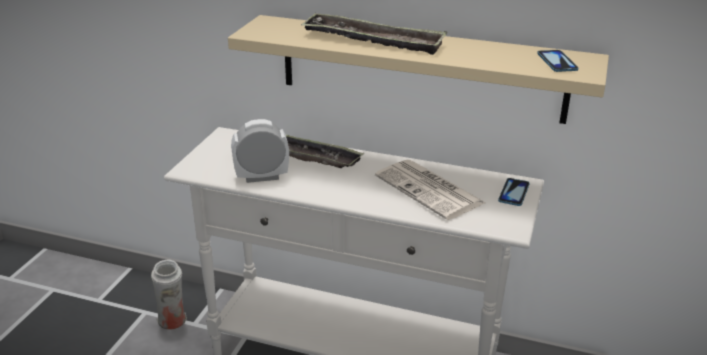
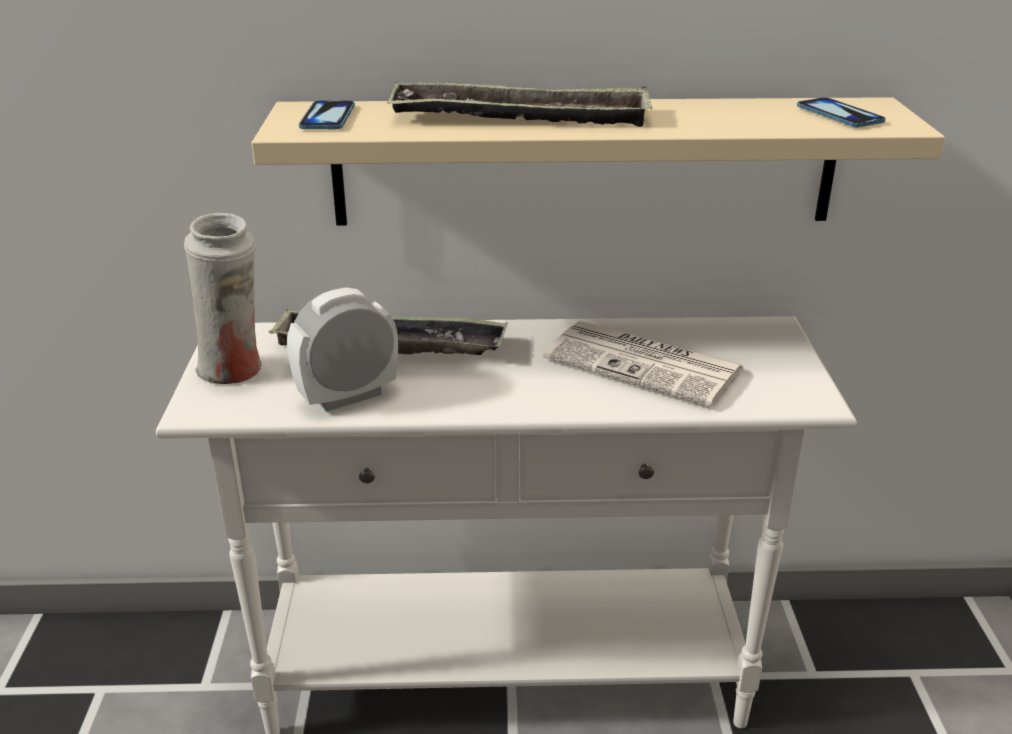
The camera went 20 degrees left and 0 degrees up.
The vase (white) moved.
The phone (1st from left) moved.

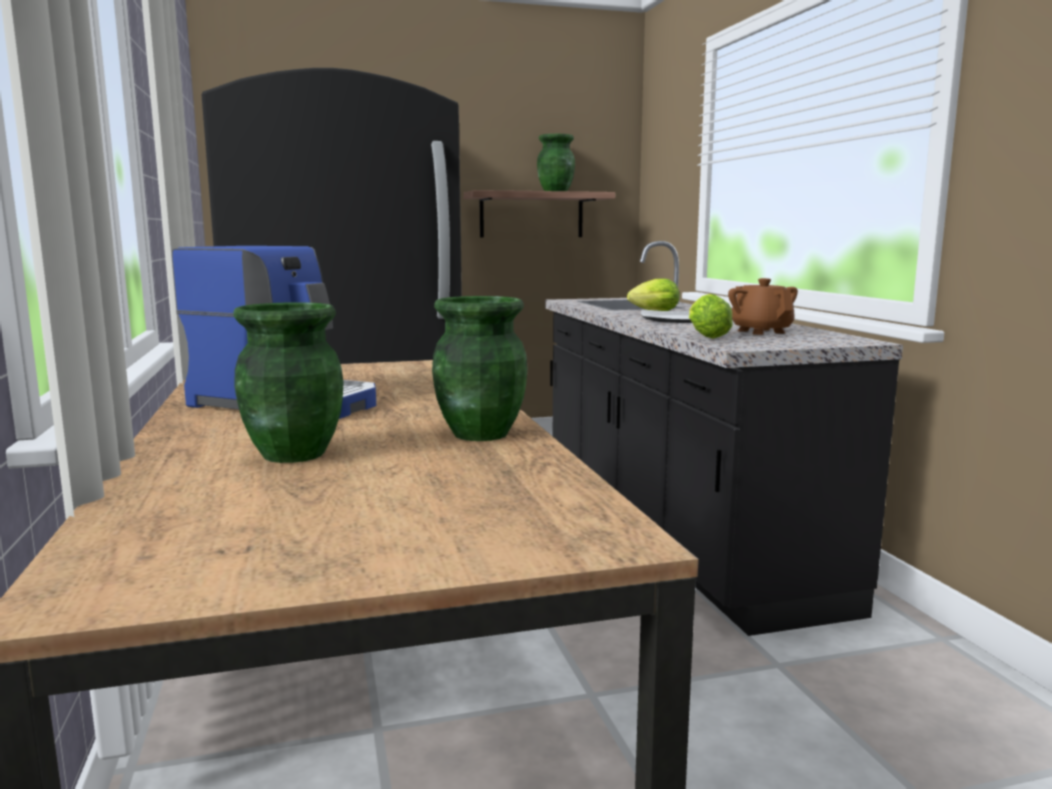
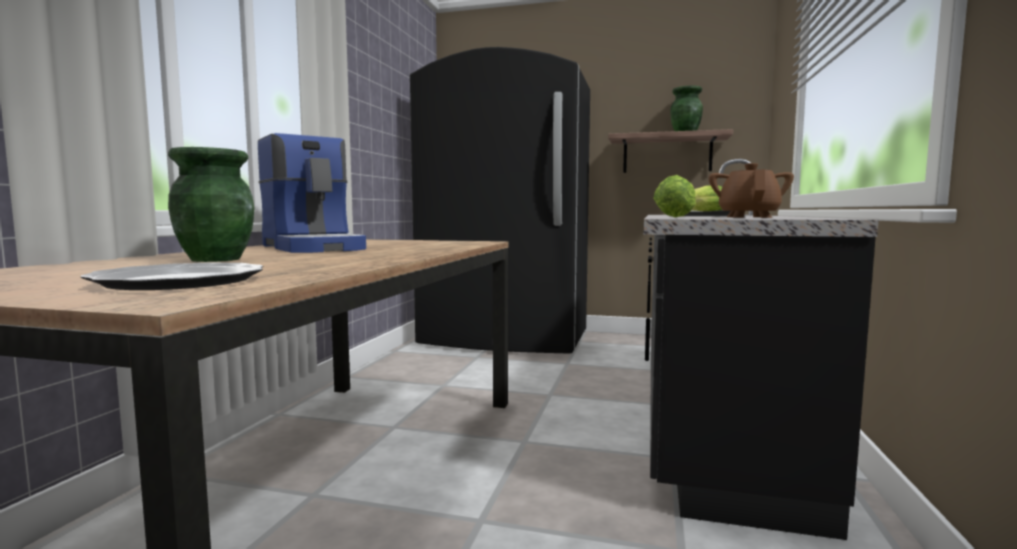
The camera went 30 degrees right and 5 degrees down.
The vase (green) (2nd from left) disappeared.
The plate (1st from left) appeared.

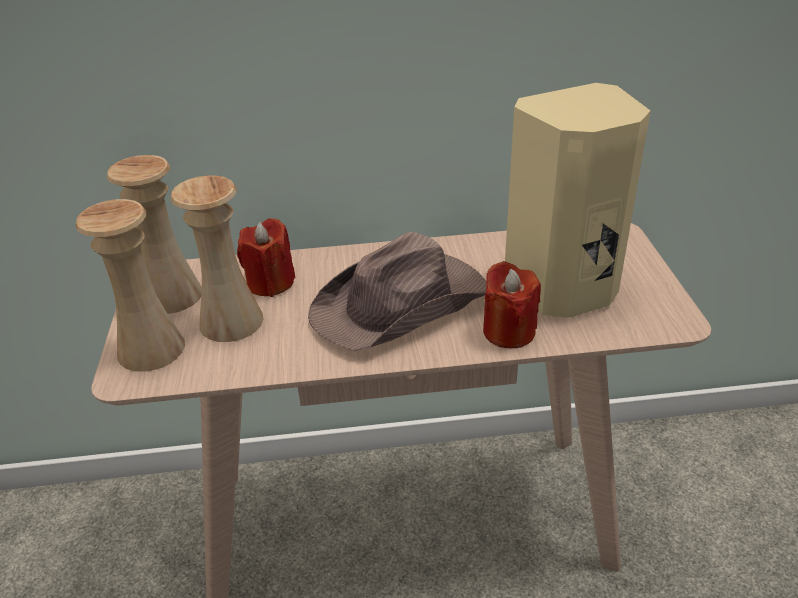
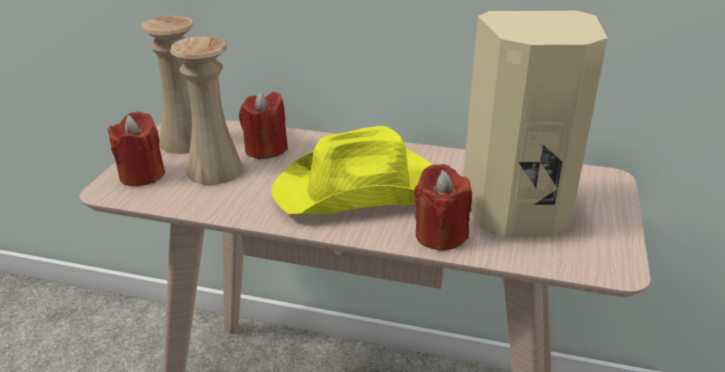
The camera went 20 degrees right and 5 degrees down.
The vase (sand-coloured) (1st from left) was replaced by the wax candle (reddish) (1st from left).
The wearable hat (brownish) became the wearable hat (yellow).

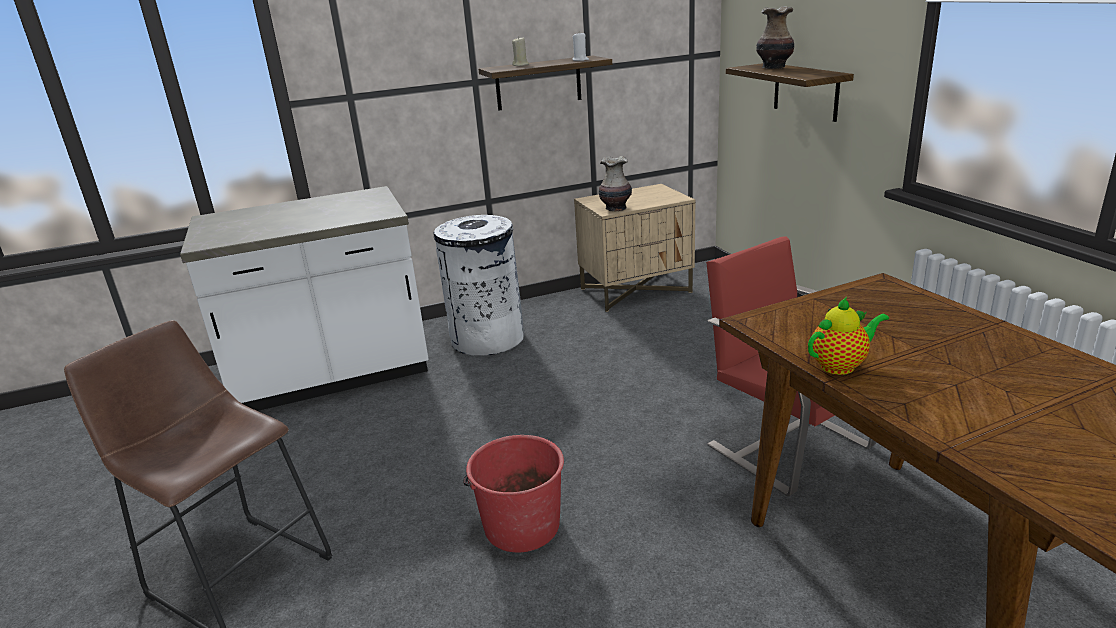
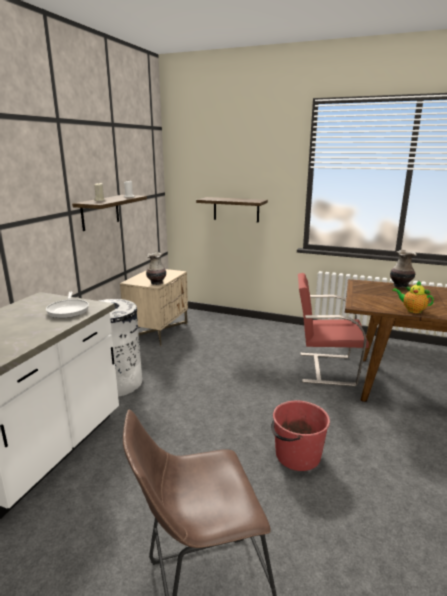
The camera went 50 degrees left and 5 degrees down.
The frying pan appeared.
The vase (2nd from left) moved.
The tea pot turned 75 degrees counterclockwise.

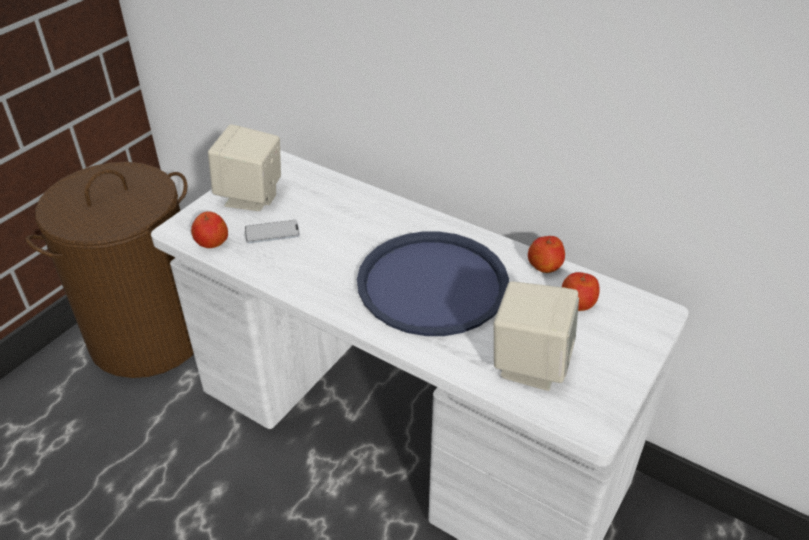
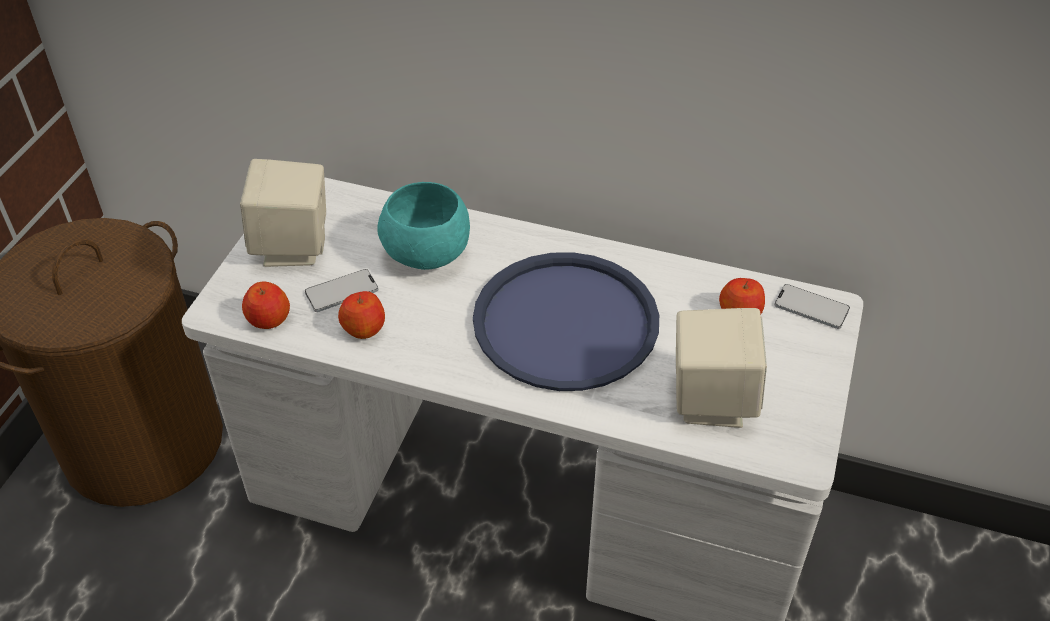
The camera went 15 degrees left and 5 degrees up.
The deep dish (turquoise-coloured) appeared.
The phone (2nd from left) appeared.
The apple (2nd from left) moved.

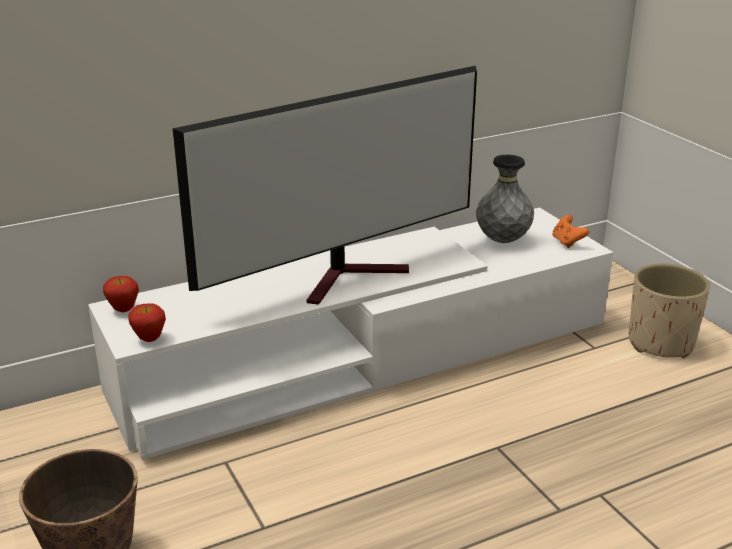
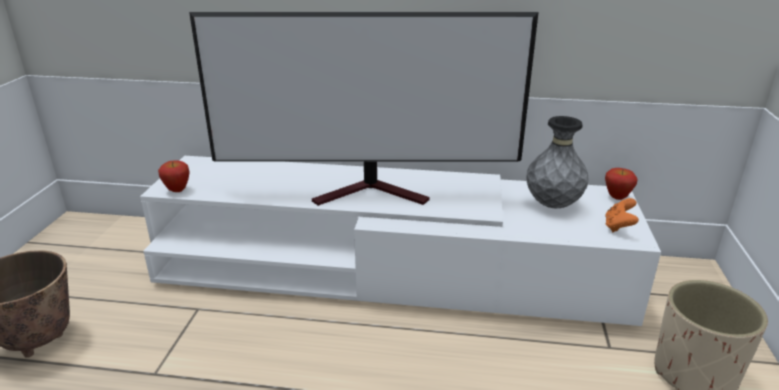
The camera went 35 degrees right and 0 degrees up.
The apple (1st from left in the first image) moved.

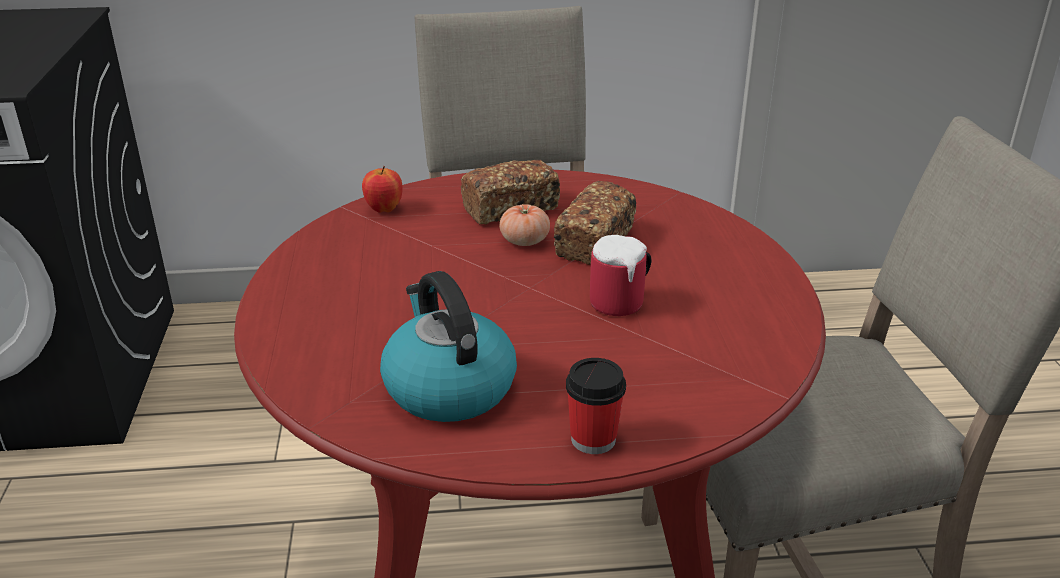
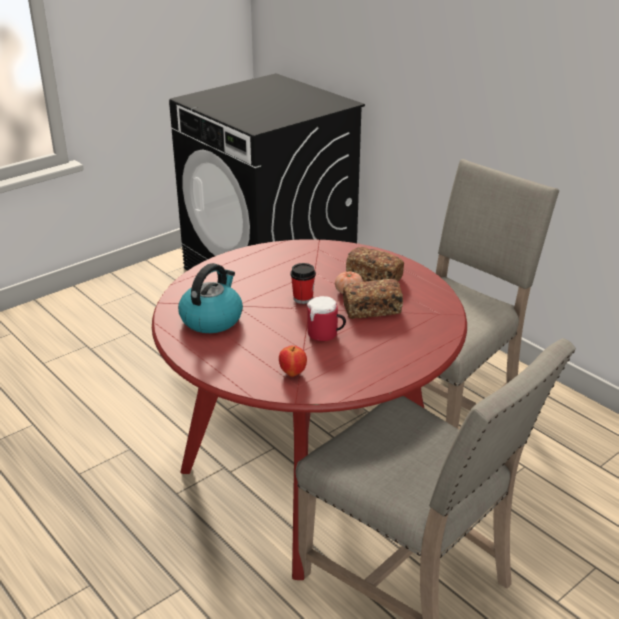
The camera went 55 degrees right and 0 degrees up.
The apple moved.
The small cup moved.

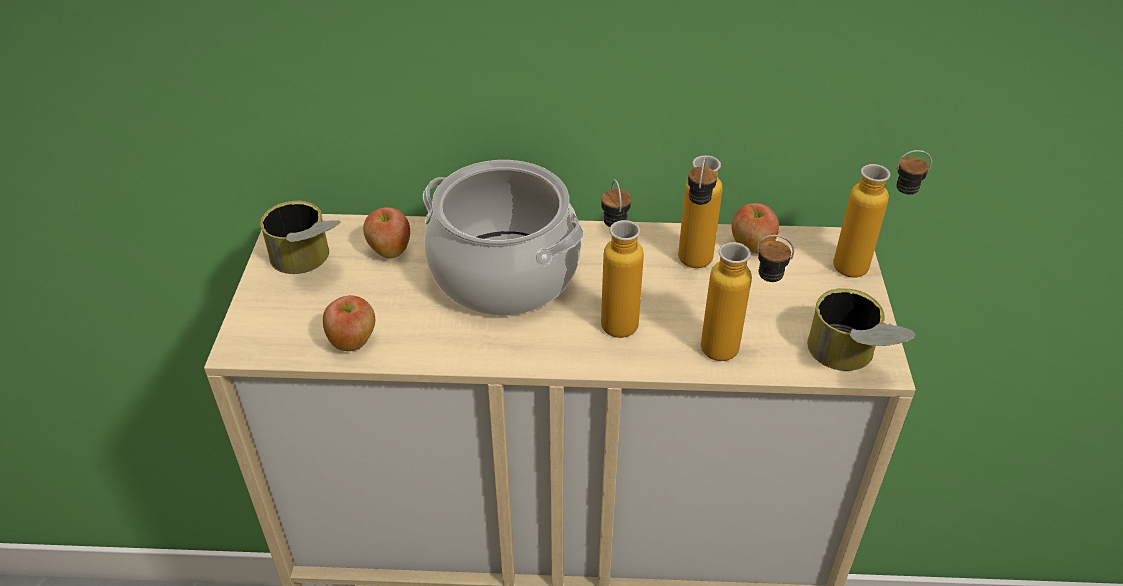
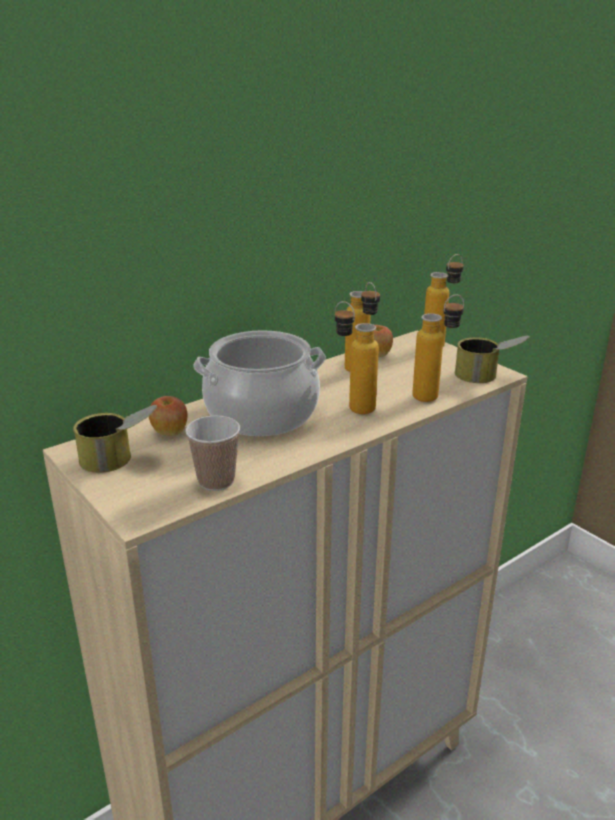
The camera went 40 degrees left and 15 degrees down.
The apple (1st from left) was replaced by the small cup.

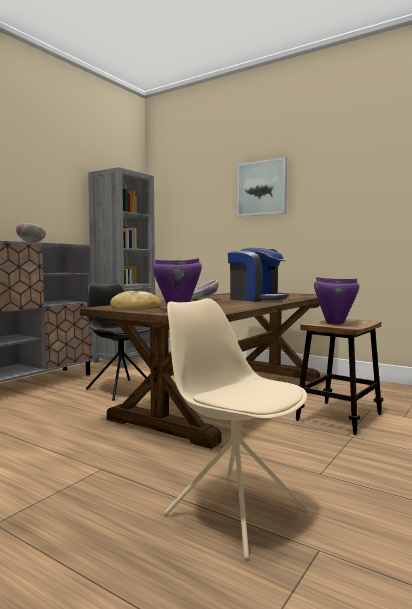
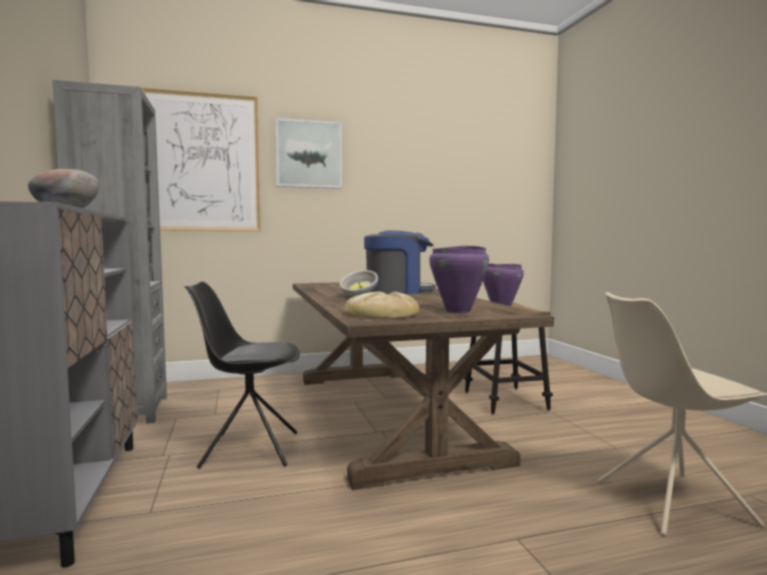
The camera went 50 degrees left and 0 degrees up.
The picture (1st from left) appeared.

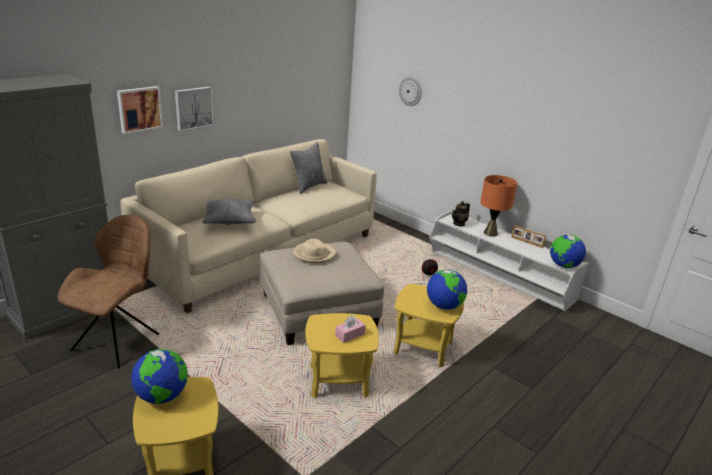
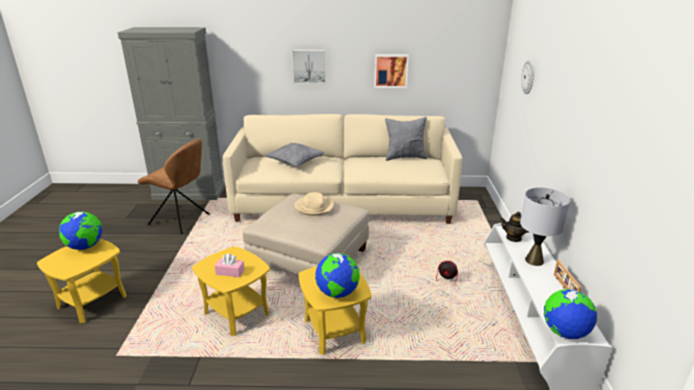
The camera went 50 degrees right and 0 degrees up.
The picture (1st from left in the first image) moved.
The tabletop lamp (orange-coloured) became the tabletop lamp (greyish).
The plain chair (brownish) turned 45 degrees clockwise.

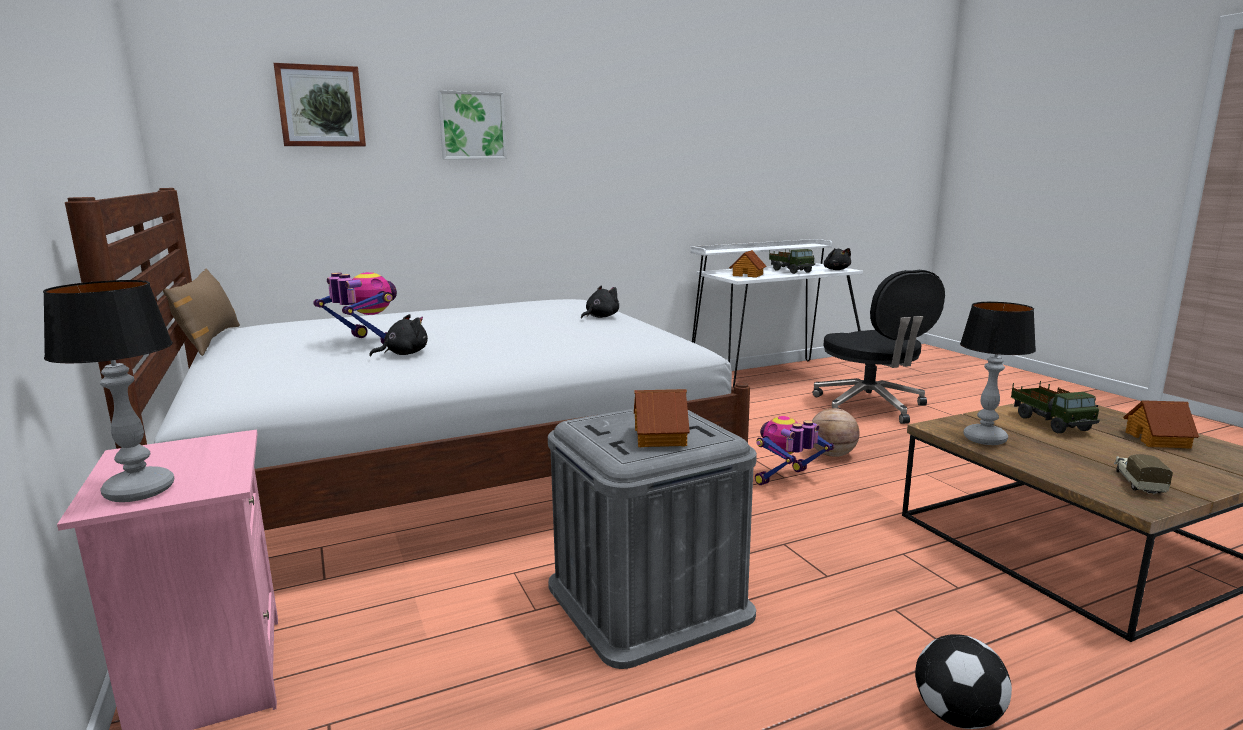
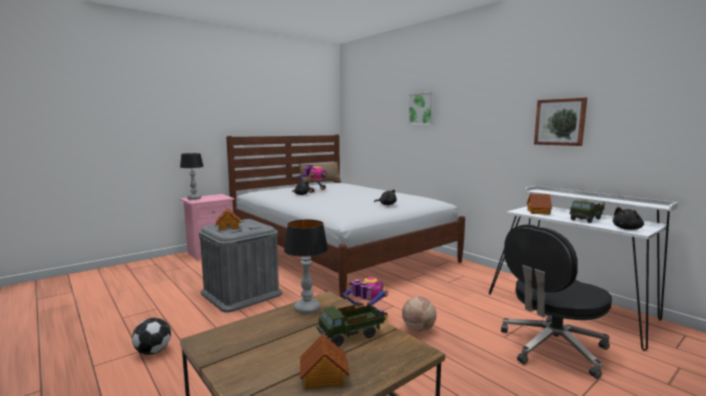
The camera went 75 degrees right and 5 degrees down.
The model truck (3rd from left) disappeared.
The picture (1st from left in the first image) moved.

